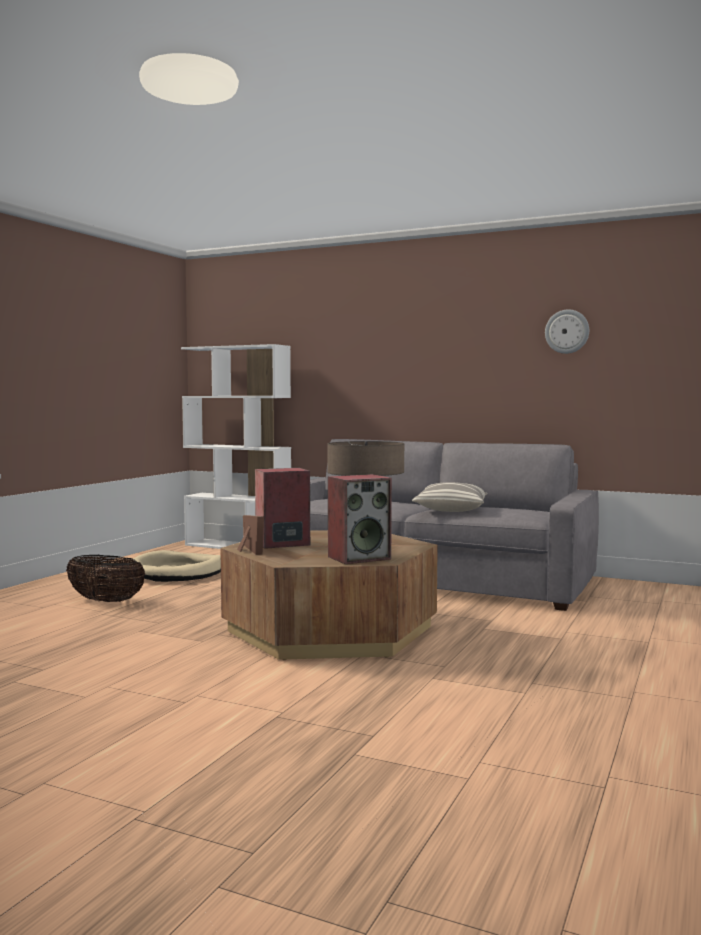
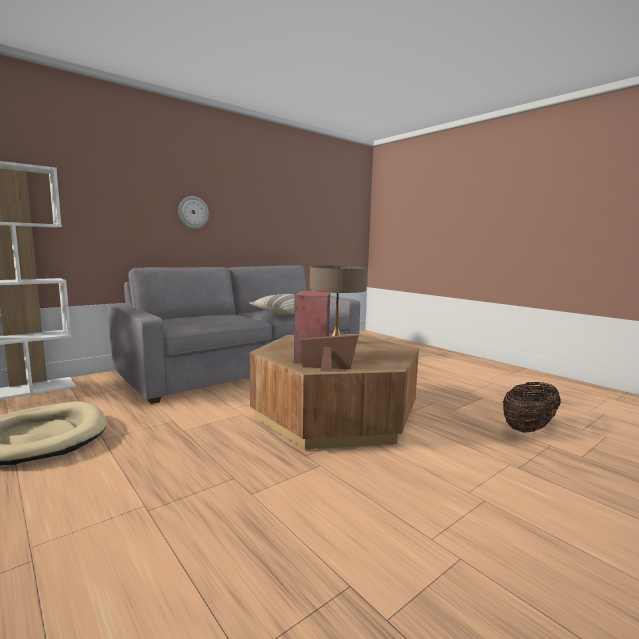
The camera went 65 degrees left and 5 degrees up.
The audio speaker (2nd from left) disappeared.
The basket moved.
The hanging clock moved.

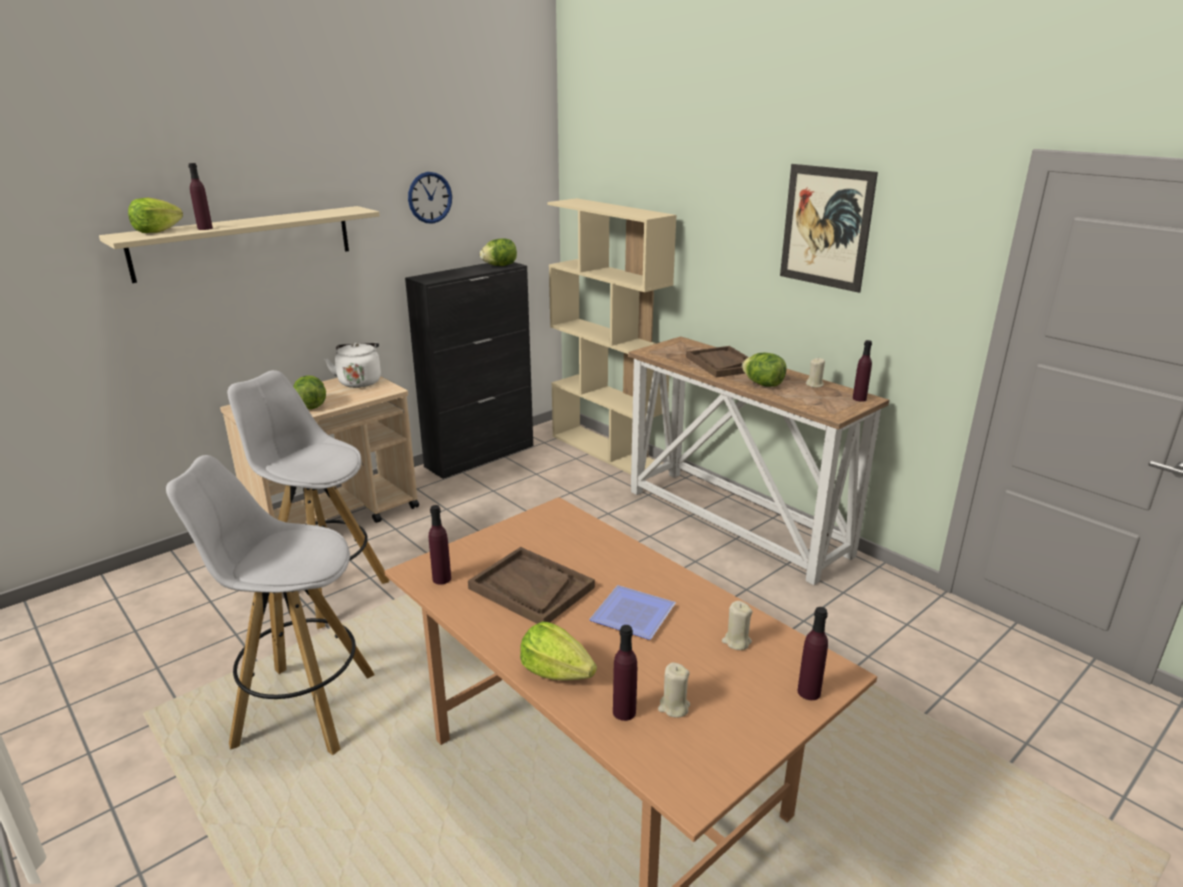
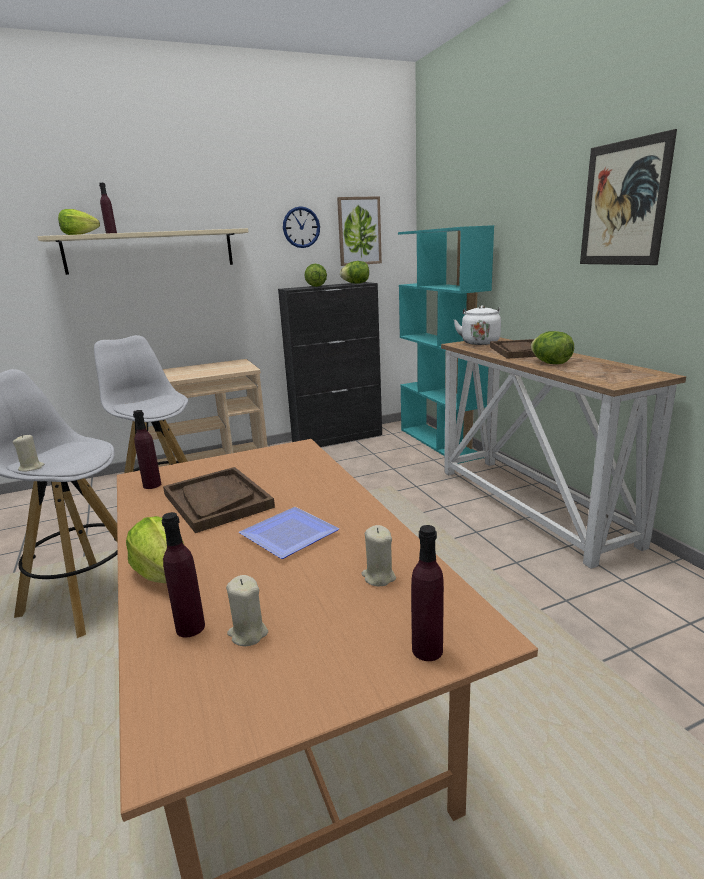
The camera went 20 degrees right and 5 degrees down.
The bottle (purple) (5th from left) disappeared.
The picture (1st from left) appeared.
The lettuce head (2nd from left in the first image) moved.
The water kettle (white) moved.
The wax candle (sand-coloured) (3rd from left in the first image) moved.
The shelving unit (sand-coloured) became the shelving unit (turquoise-coloured).

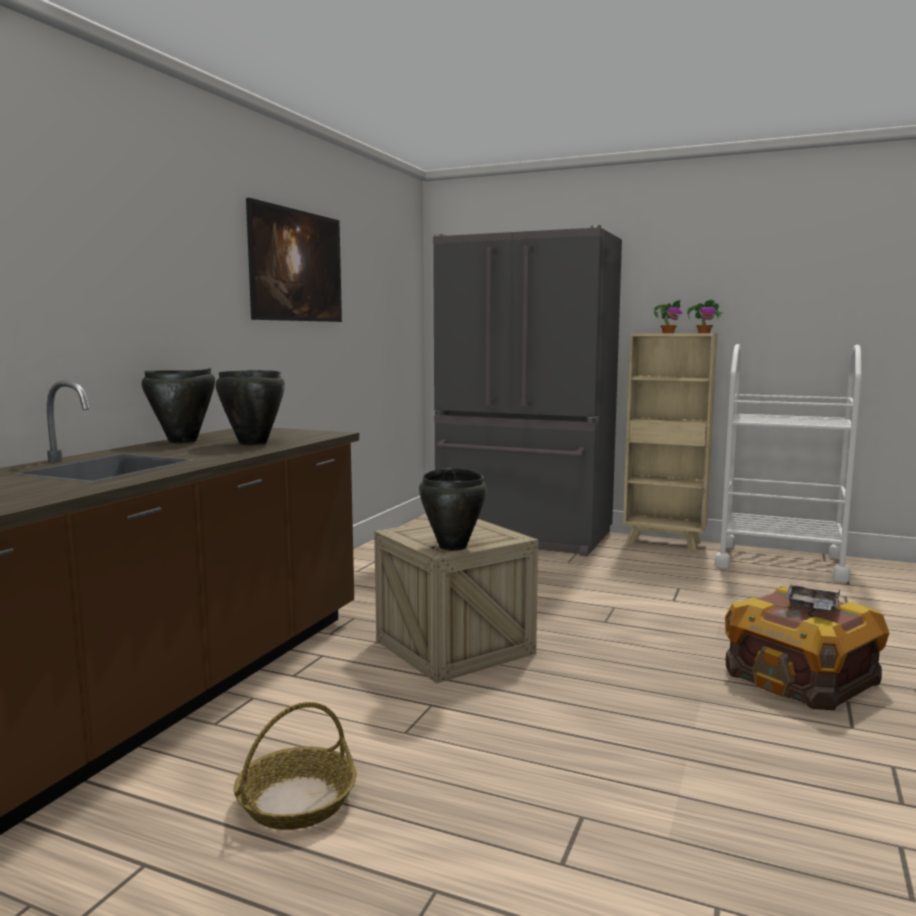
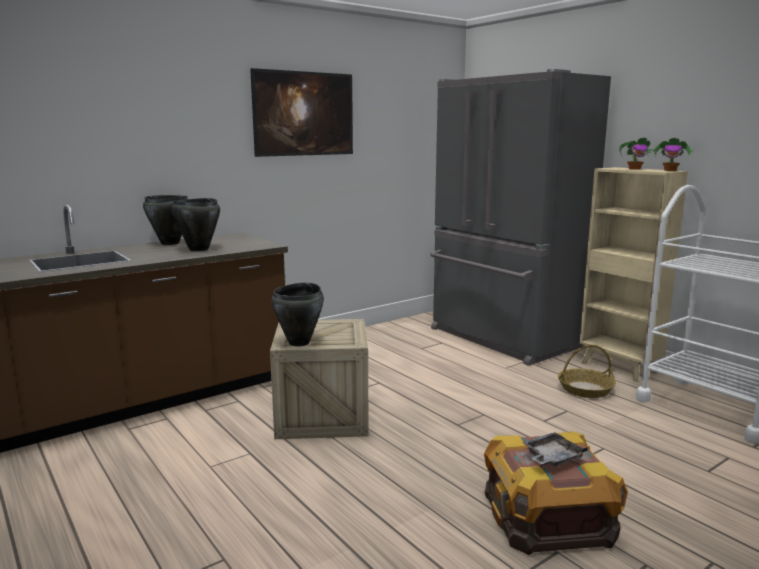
The camera went 30 degrees right and 5 degrees up.
The basket moved.

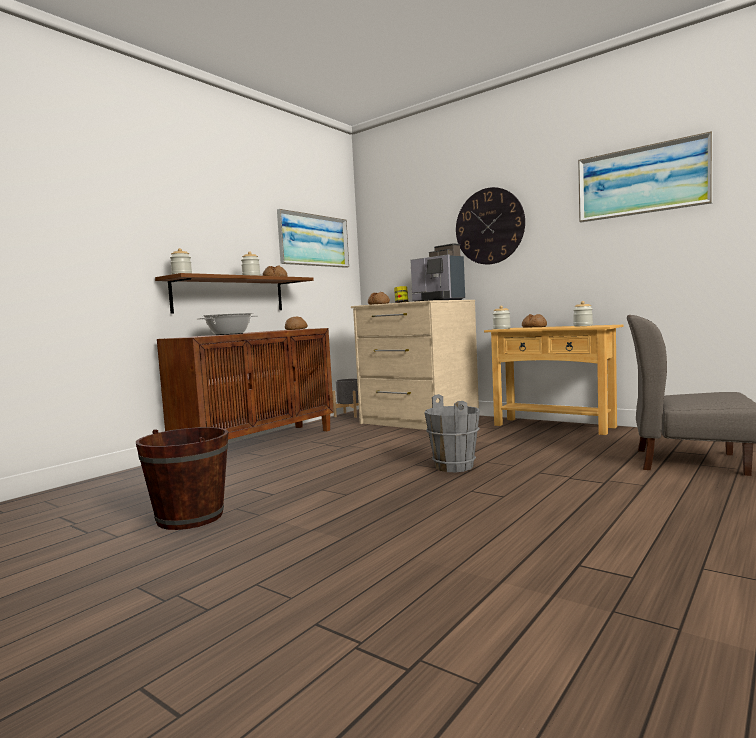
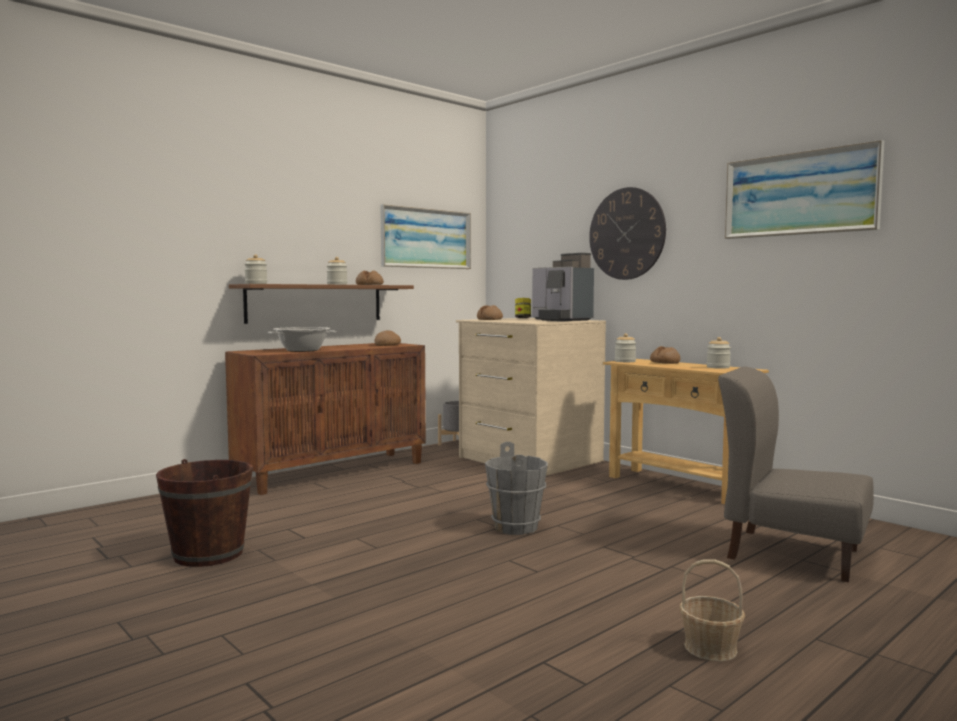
The camera went 10 degrees right and 0 degrees up.
The basket appeared.

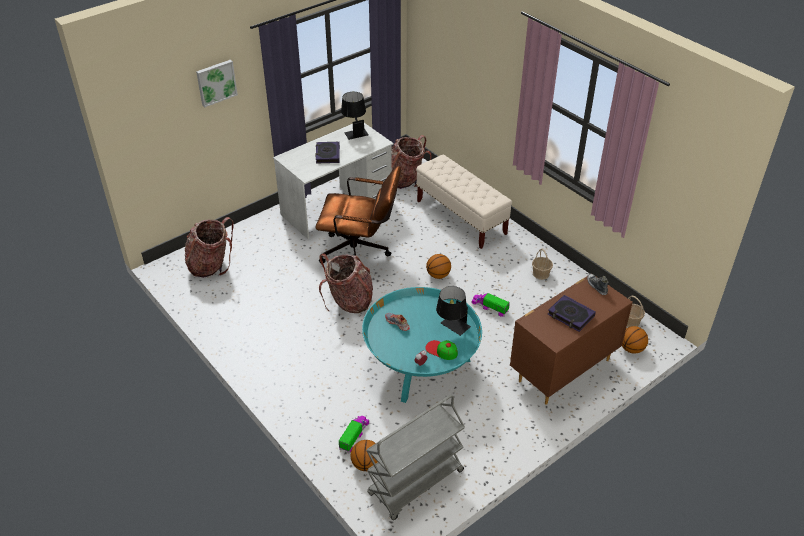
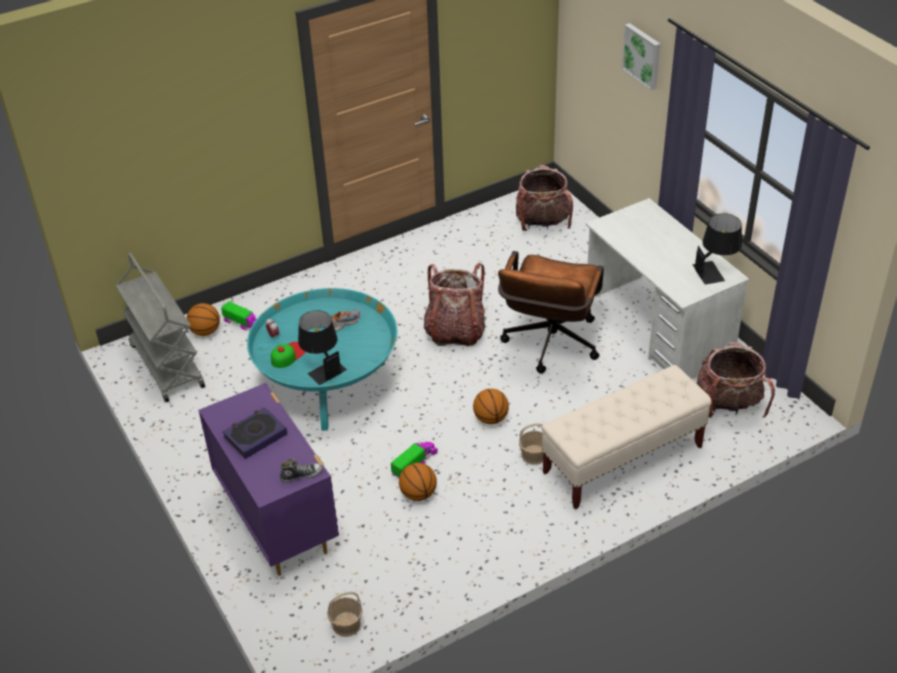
The camera went 100 degrees right and 0 degrees up.
The volume (1st from left) disappeared.
The basket (1st from left in the first image) moved.
The basketball ball (3rd from left in the first image) moved.
The drawer chest (brownish) became the drawer chest (purple).

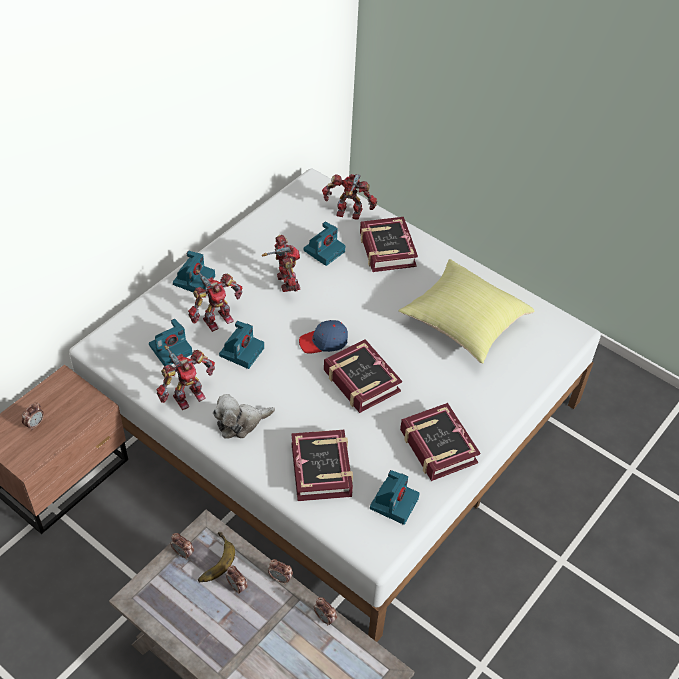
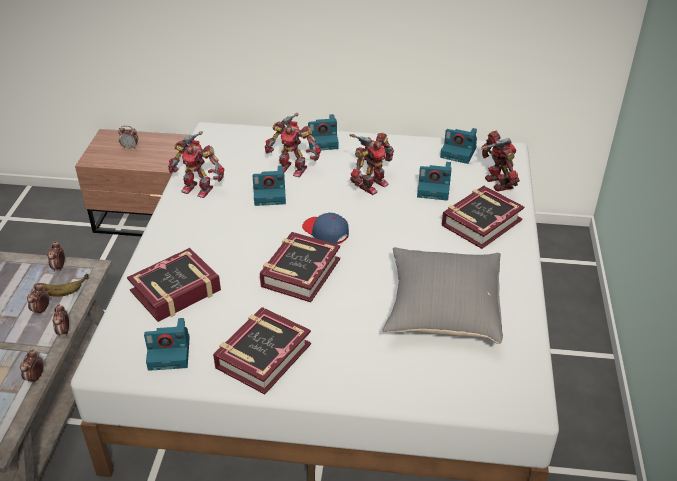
The camera went 60 degrees right and 10 degrees down.
The soft toy disappeared.
The photo camera (1st from left in the first image) moved.
The throw pillow (yellow) became the throw pillow (greyish).

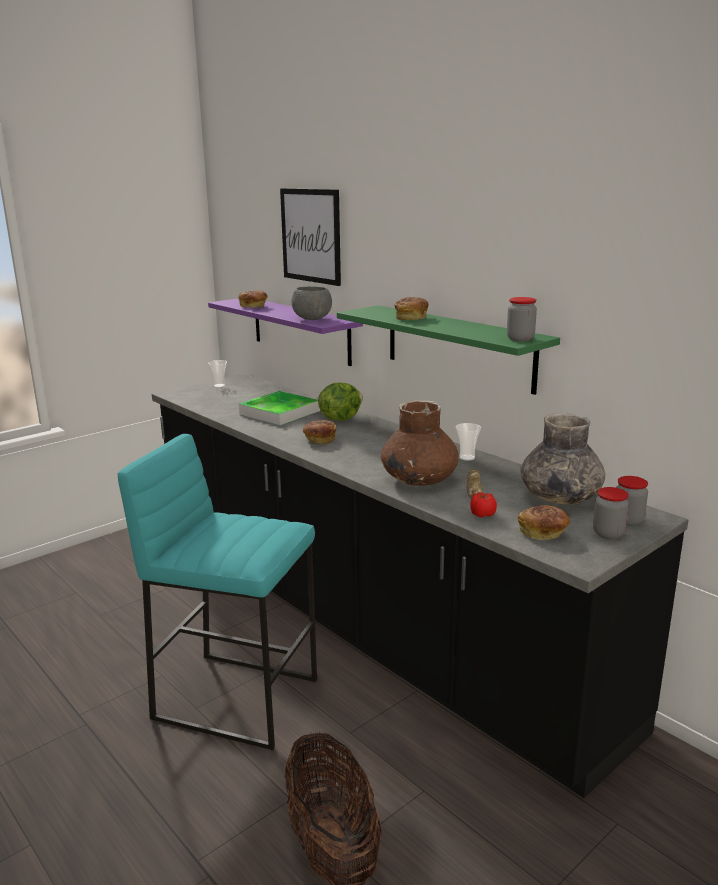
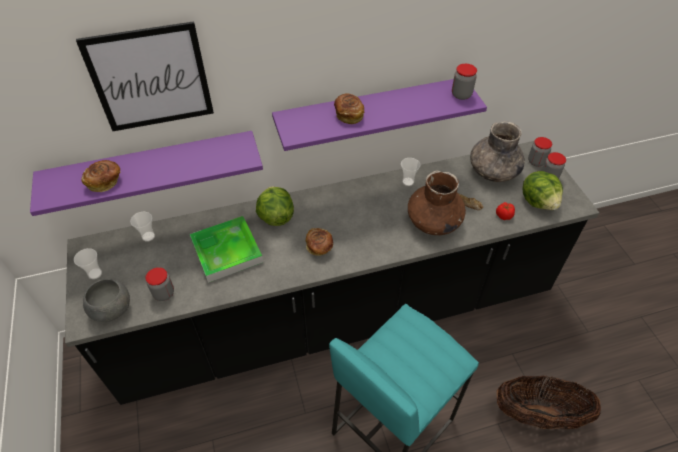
The camera went 65 degrees left and 30 degrees up.
The small cup (2nd from left) appeared.
The storage jar (1st from left) appeared.
The deep dish (greyish) moved.
The baked bread (5th from left) was replaced by the lettuce head (2nd from left).
The shelf (green) became the shelf (purple) (2nd from left).

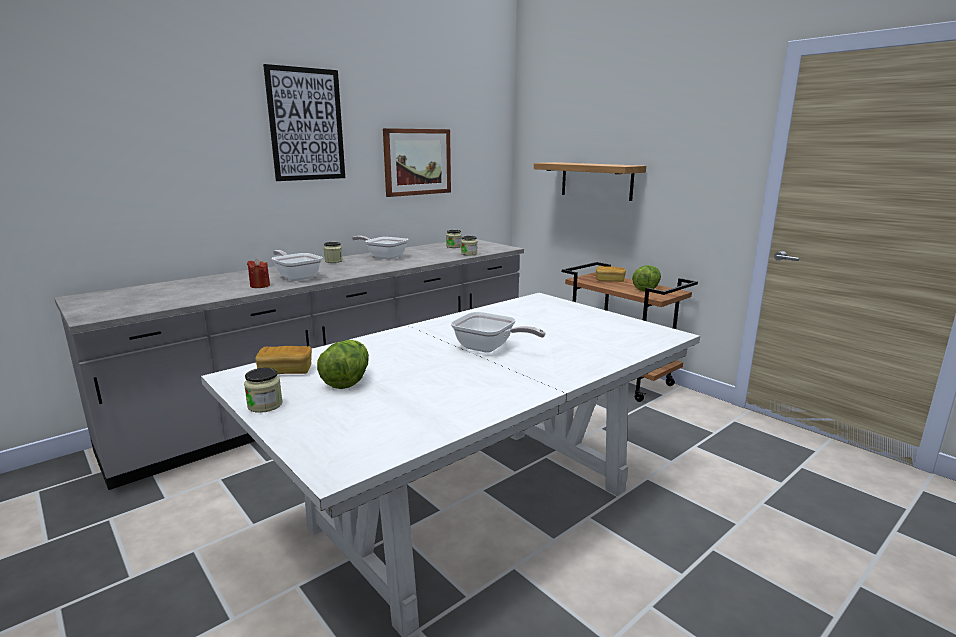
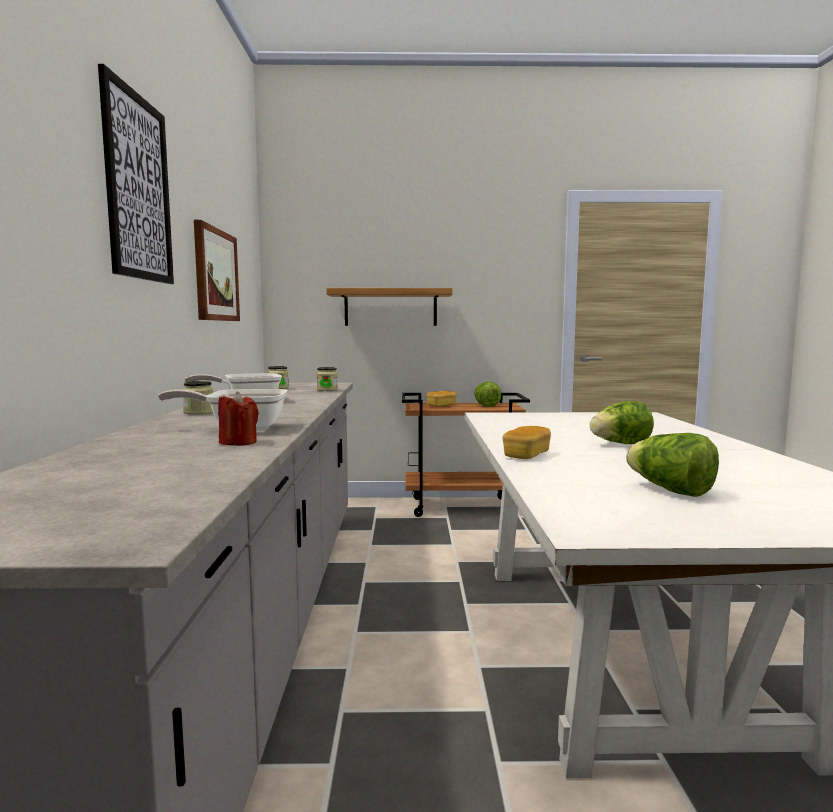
The camera went 50 degrees left and 10 degrees down.
The storage jar (1st from left) disappeared.
The baked bread (1st from left in the first image) moved.
The frying pan (3rd from left) was replaced by the lettuce head (2nd from left).

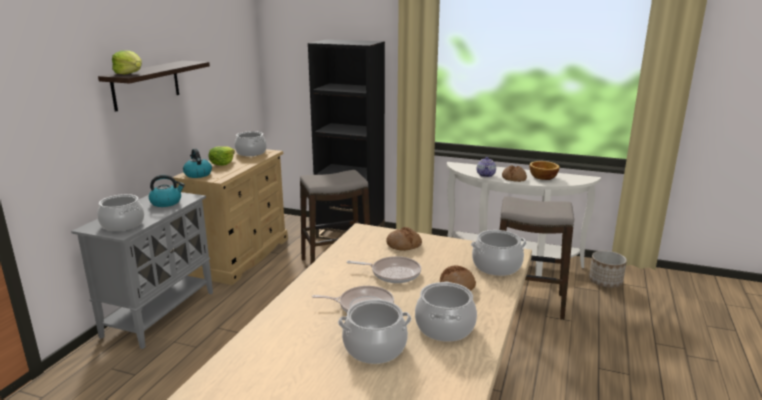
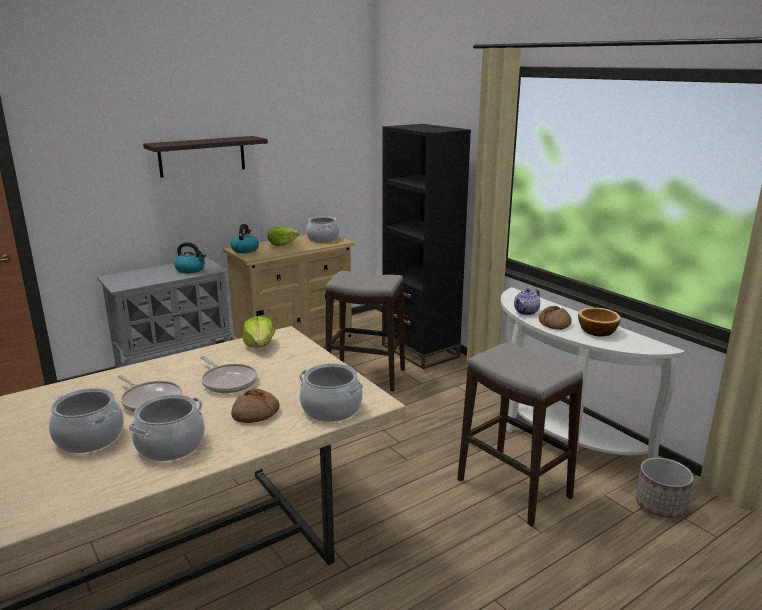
The camera went 35 degrees right and 0 degrees up.
The stockpot (1st from left) disappeared.
The baked bread (1st from left) disappeared.
The lettuce head (1st from left) moved.

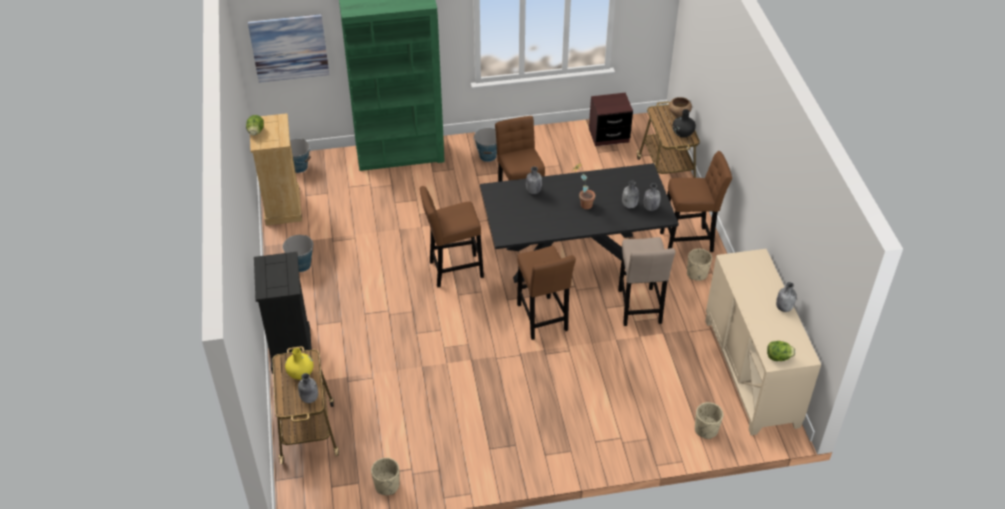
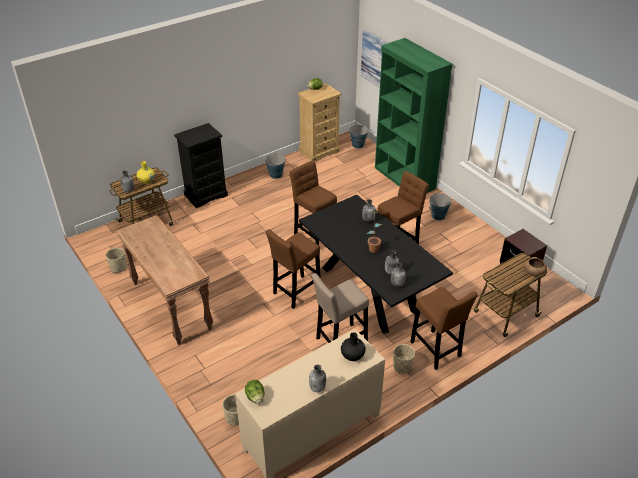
The camera went 65 degrees right and 5 degrees down.
The hall table (brownish) appeared.
The vase (black) moved.

